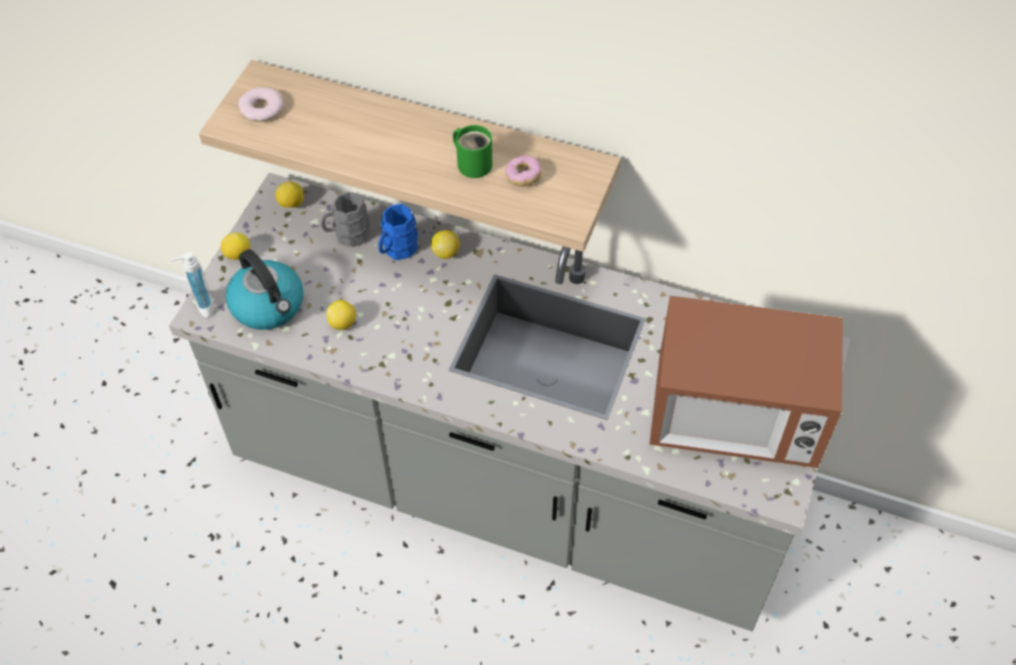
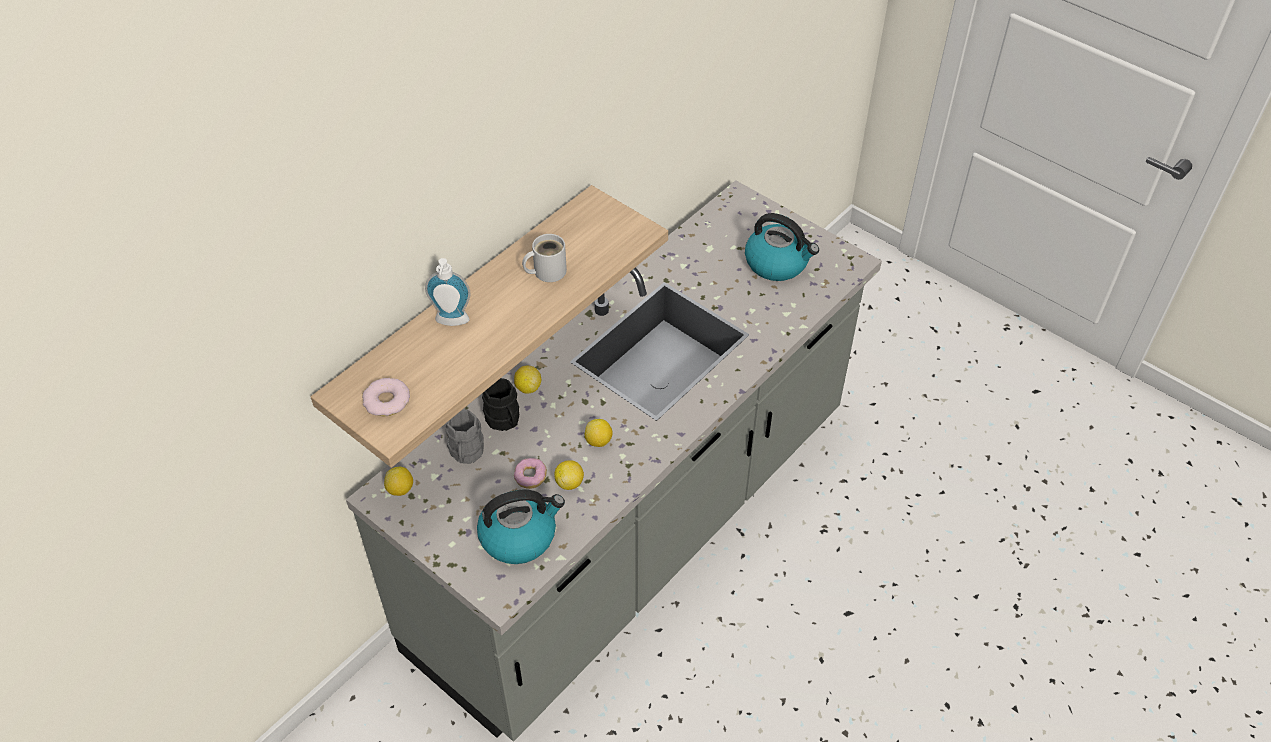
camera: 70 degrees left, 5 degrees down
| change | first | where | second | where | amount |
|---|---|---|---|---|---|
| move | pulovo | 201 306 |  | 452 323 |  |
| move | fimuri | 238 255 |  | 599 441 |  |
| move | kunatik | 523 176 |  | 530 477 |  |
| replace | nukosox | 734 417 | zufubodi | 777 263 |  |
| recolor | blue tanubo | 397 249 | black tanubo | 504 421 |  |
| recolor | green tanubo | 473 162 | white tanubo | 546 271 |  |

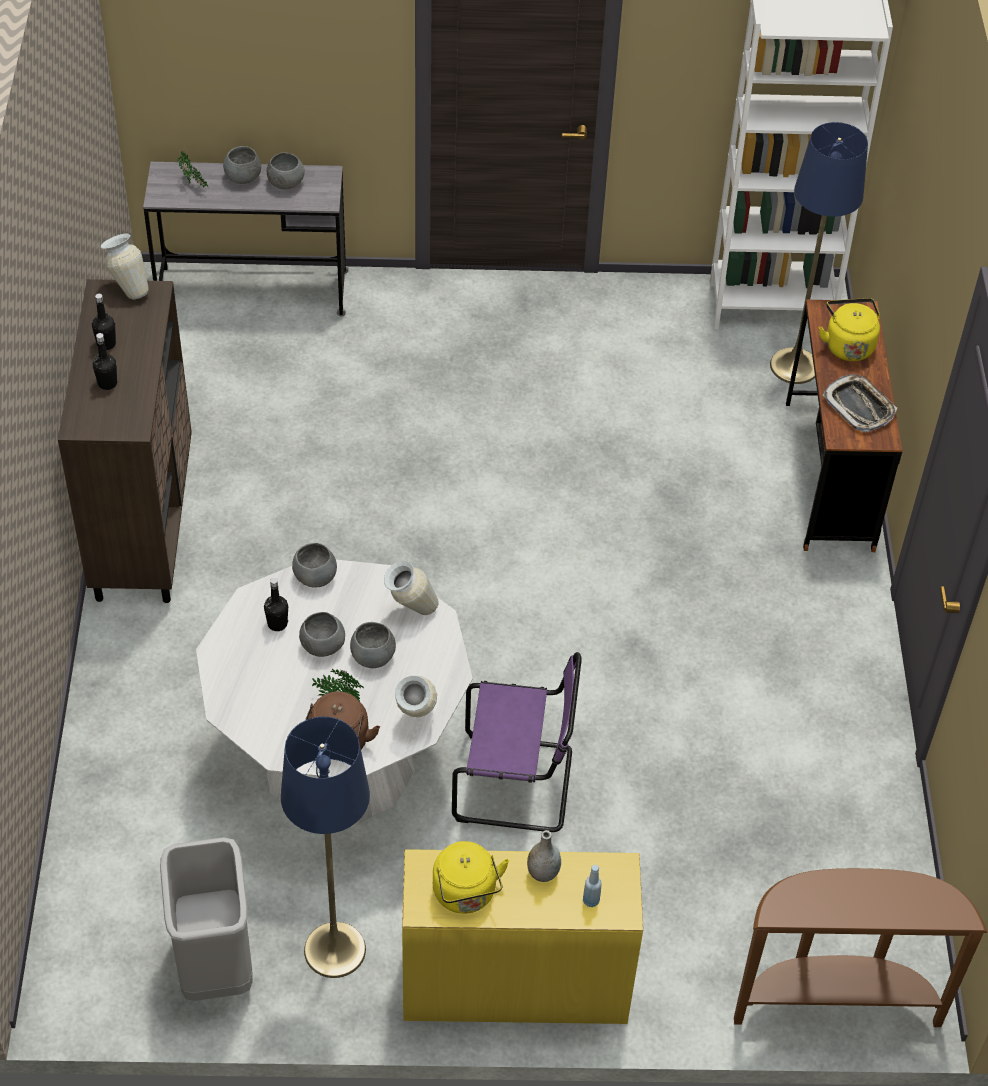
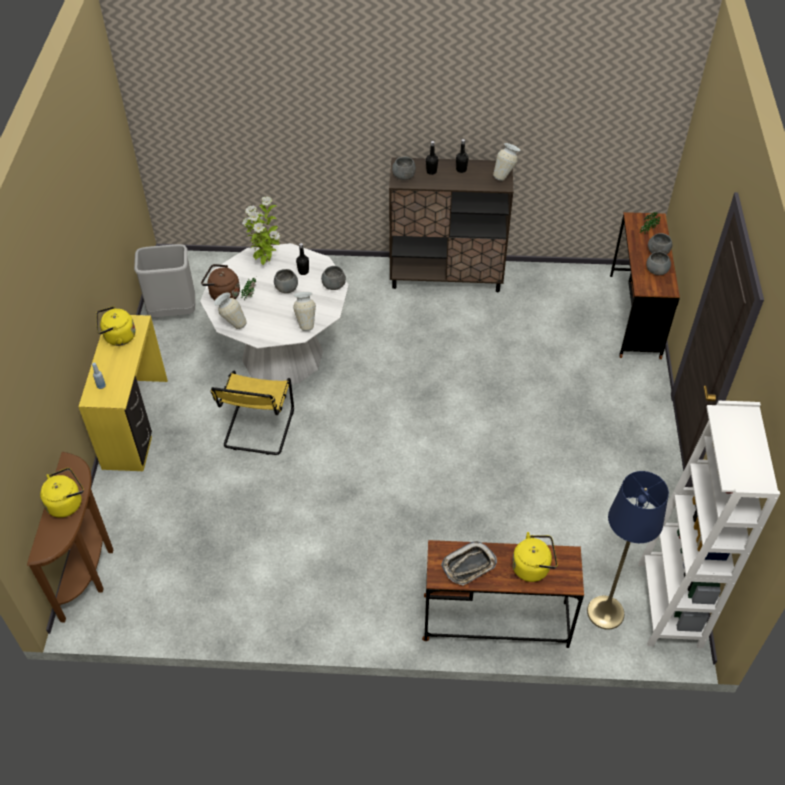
camera: 95 degrees right, 0 degrees up
| change | first | where | second | where | amount |
|---|---|---|---|---|---|
| delete | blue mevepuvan | 335 950 |  |  |  |
| delete | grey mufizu | 543 873 |  |  |  |
| insert |  |  | yellow zufubodi | 67 503 |  |
| insert |  |  | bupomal | 265 262 |  |
| move | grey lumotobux | 373 656 |  | 404 176 |  |
| recolor | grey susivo | 253 291 | brown susivo | 635 316 |  |
| recolor | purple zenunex | 518 784 | yellow zenunex | 258 430 |  |

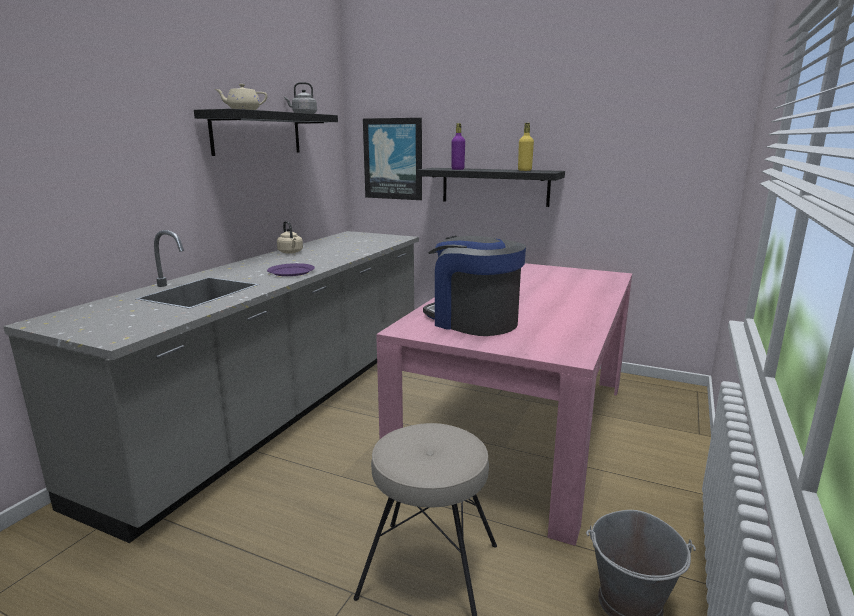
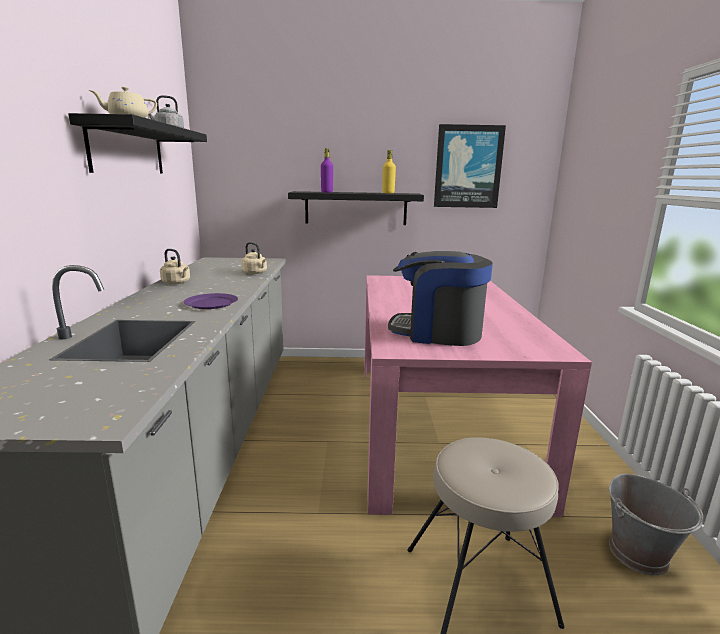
camera: 25 degrees left, 0 degrees up
| change | first | where | second | where | amount |
|---|---|---|---|---|---|
| insert |  |  | beige zufubodi | 255 273 |  |
| move | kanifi | 393 159 |  | 468 167 |  |

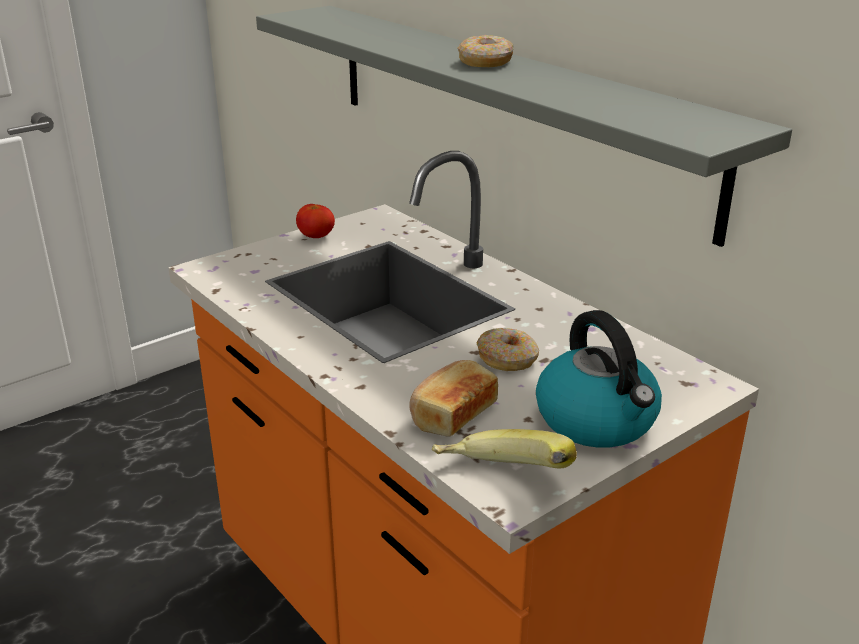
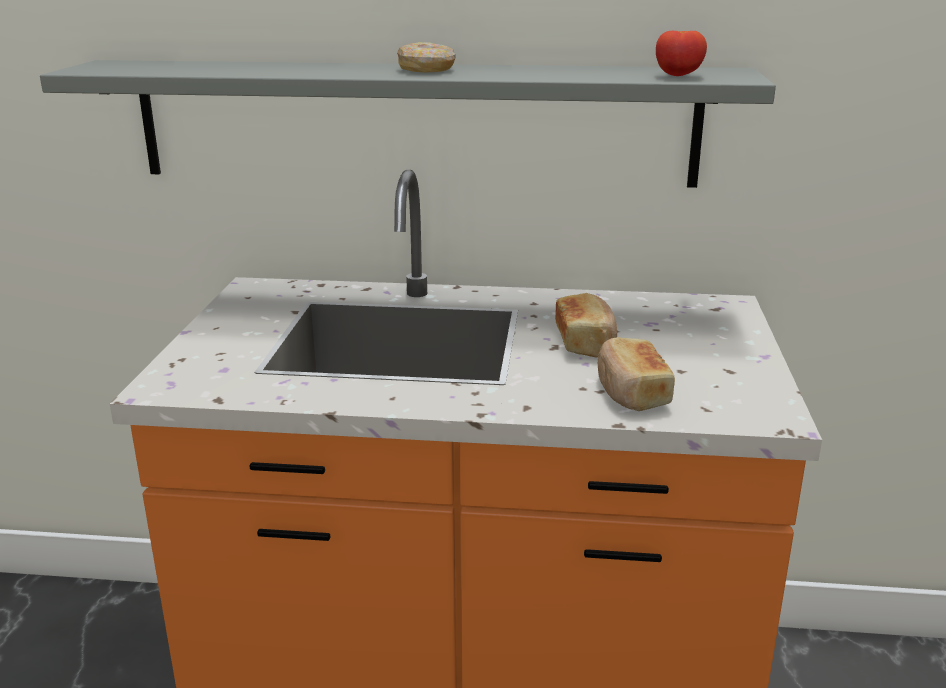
camera: 45 degrees left, 5 degrees down
| change | first | where | second | where | amount |
|---|---|---|---|---|---|
| delete | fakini | 500 482 |  |  |  |
| delete | zufubodi | 597 421 |  |  |  |
| move | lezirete | 316 237 |  | 678 76 |  |
| replace | kunatik | 508 358 | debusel | 586 342 |  |

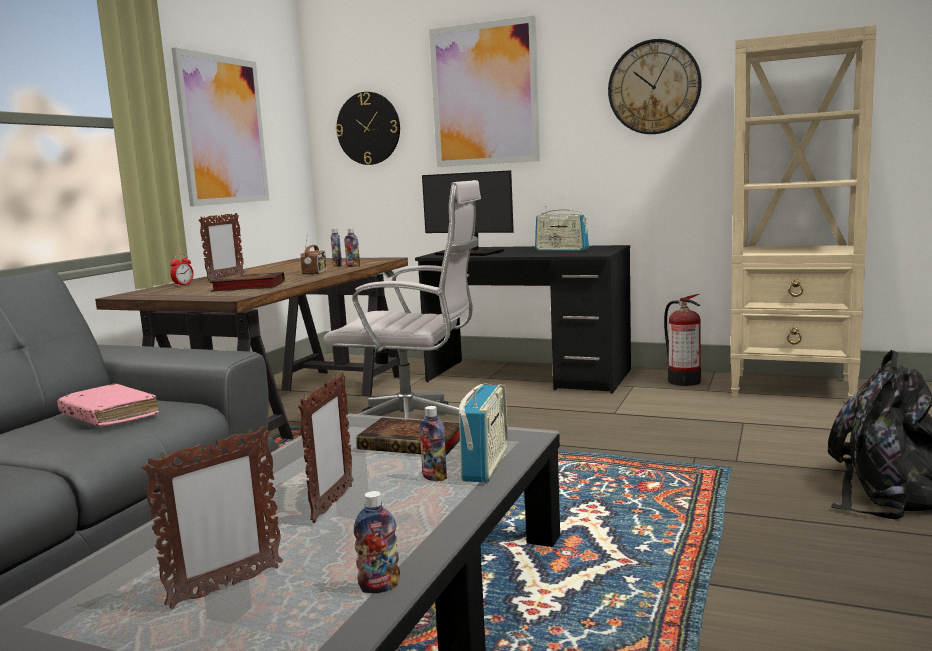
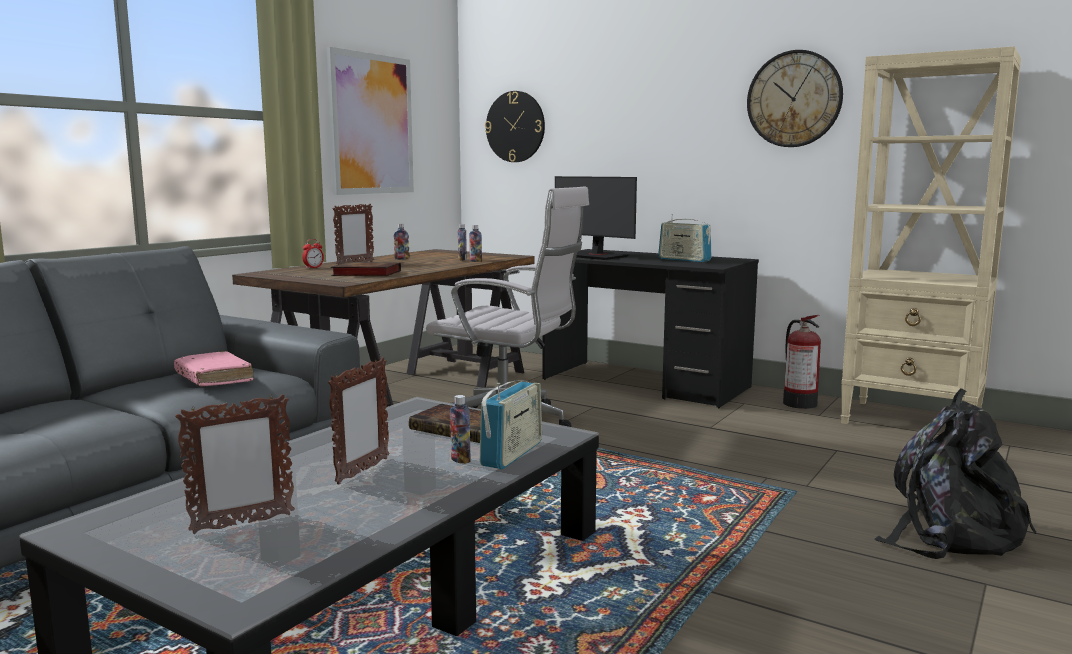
camera: 10 degrees right, 0 degrees up
| change | first | where | second | where | amount |
|---|---|---|---|---|---|
| delete | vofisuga | 315 273 |  |  |  |
| delete | kanifi | 484 94 |  |  |  |
| move | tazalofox | 379 586 |  | 401 259 |  |

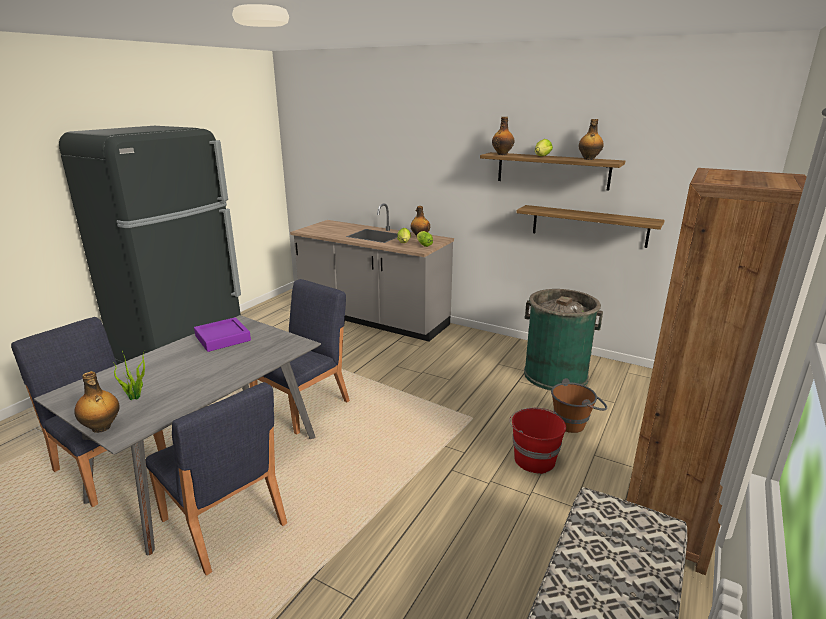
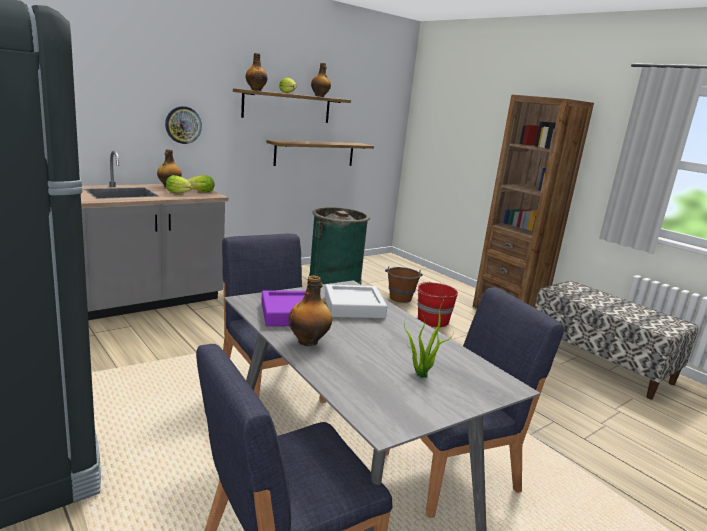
camera: 70 degrees left, 5 degrees down
| change | first | where | second | where | amount |
|---|---|---|---|---|---|
| insert |  |  | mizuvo | 183 125 |  |
| insert |  |  | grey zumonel | 354 307 |  |
| move | tazalofox | 102 427 |  | 308 341 |  |

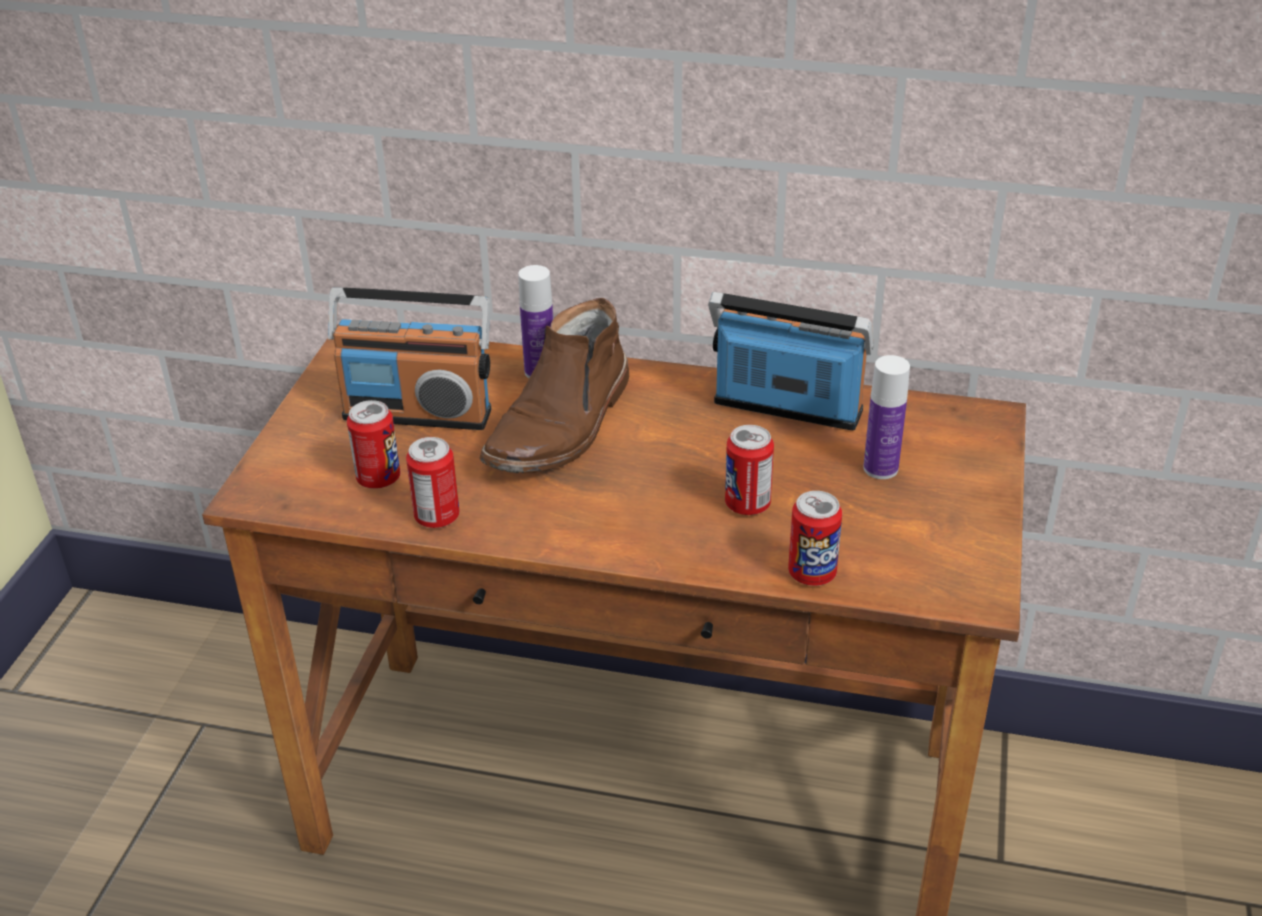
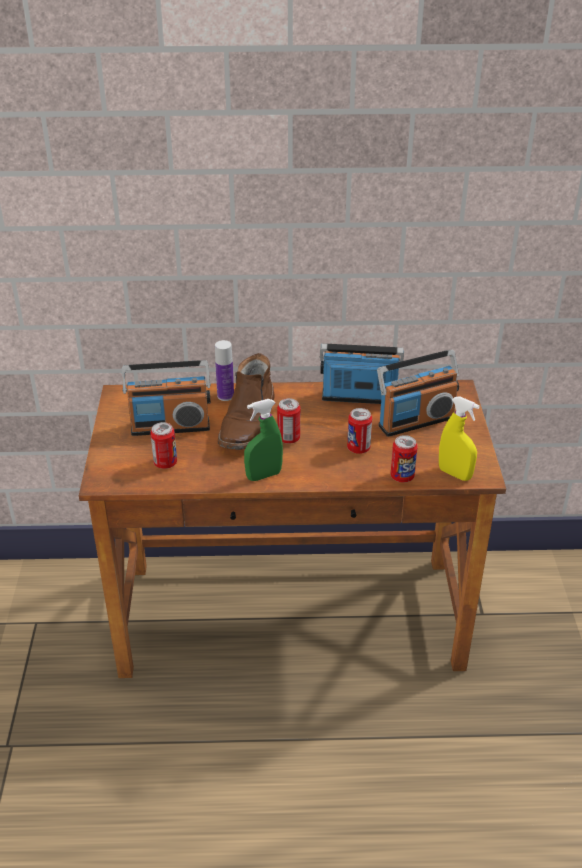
camera: 15 degrees left, 0 degrees up
| change | first | where | second | where | amount |
|---|---|---|---|---|---|
| insert |  |  | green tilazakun | 264 475 |  |
| insert |  |  | yellow tilazakun | 454 474 |  |
| move | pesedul | 437 517 |  | 288 438 |  |
| replace | tazalofox | 880 468 | vofisuga | 415 421 |  |

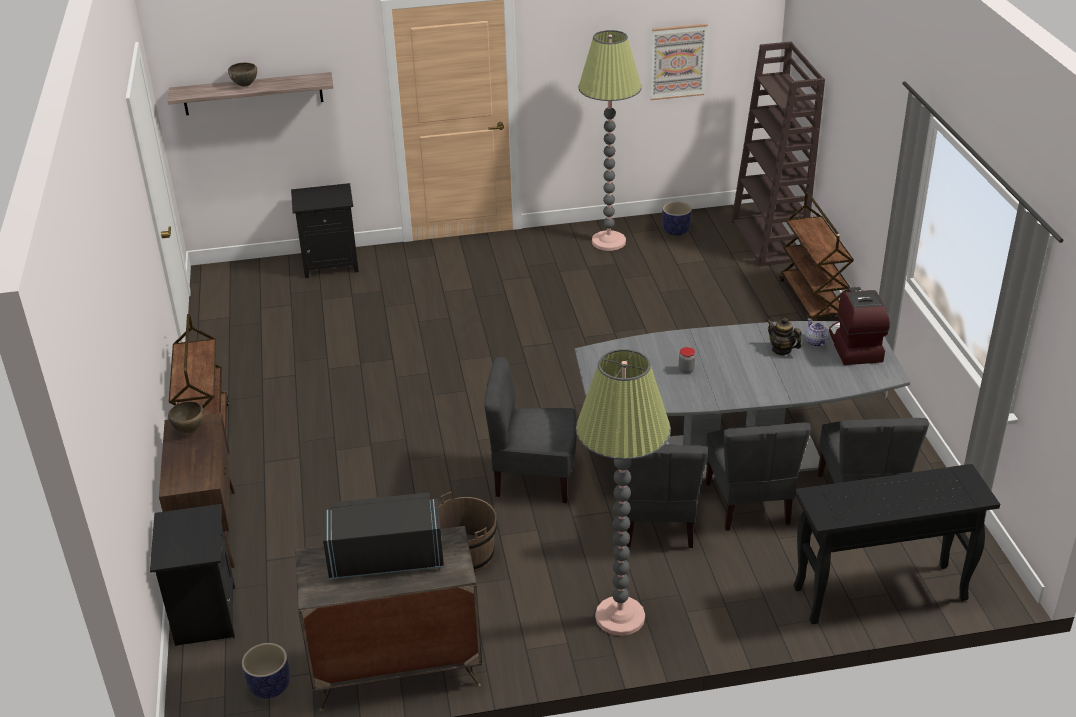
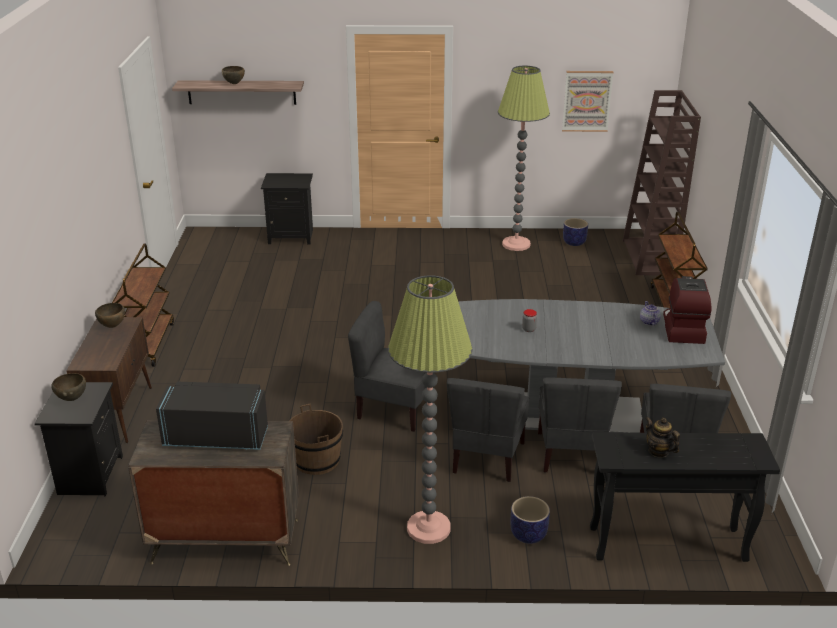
camera: 10 degrees right, 5 degrees down
| change | first | where | second | where | amount |
|---|---|---|---|---|---|
| insert |  |  | brown lumotobux | 72 399 |  |
| move | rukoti | 269 687 |  | 528 534 |  |
| move | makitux | 781 350 |  | 659 451 |  |

